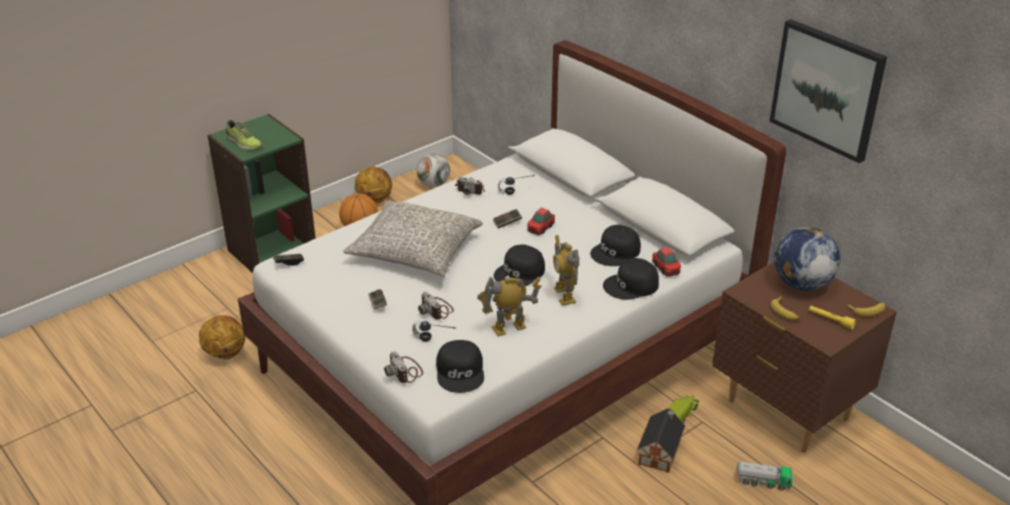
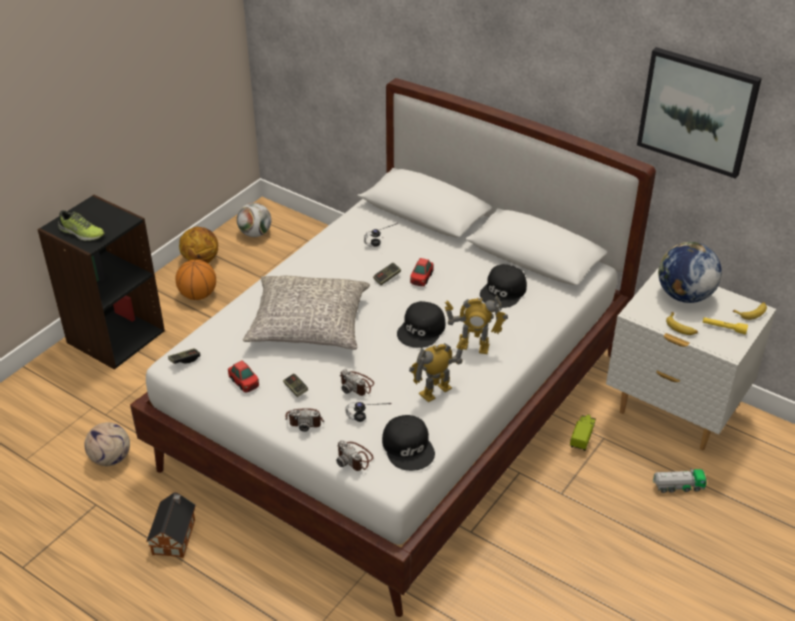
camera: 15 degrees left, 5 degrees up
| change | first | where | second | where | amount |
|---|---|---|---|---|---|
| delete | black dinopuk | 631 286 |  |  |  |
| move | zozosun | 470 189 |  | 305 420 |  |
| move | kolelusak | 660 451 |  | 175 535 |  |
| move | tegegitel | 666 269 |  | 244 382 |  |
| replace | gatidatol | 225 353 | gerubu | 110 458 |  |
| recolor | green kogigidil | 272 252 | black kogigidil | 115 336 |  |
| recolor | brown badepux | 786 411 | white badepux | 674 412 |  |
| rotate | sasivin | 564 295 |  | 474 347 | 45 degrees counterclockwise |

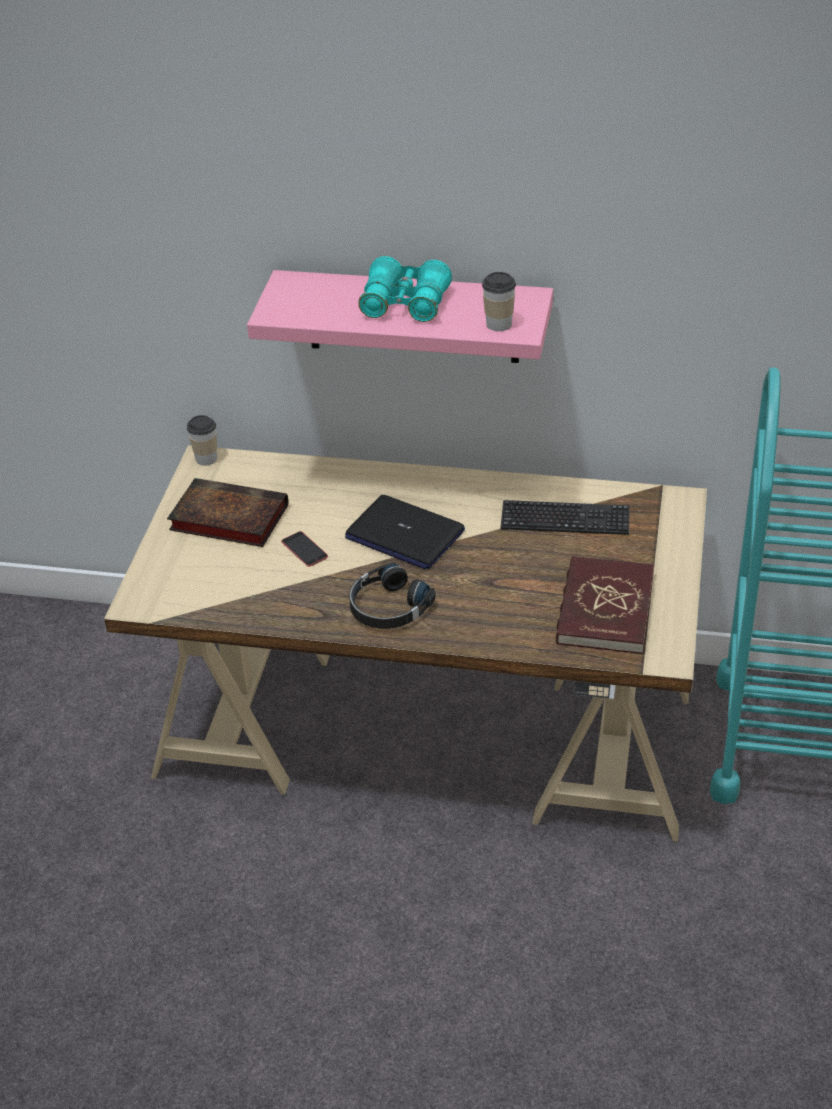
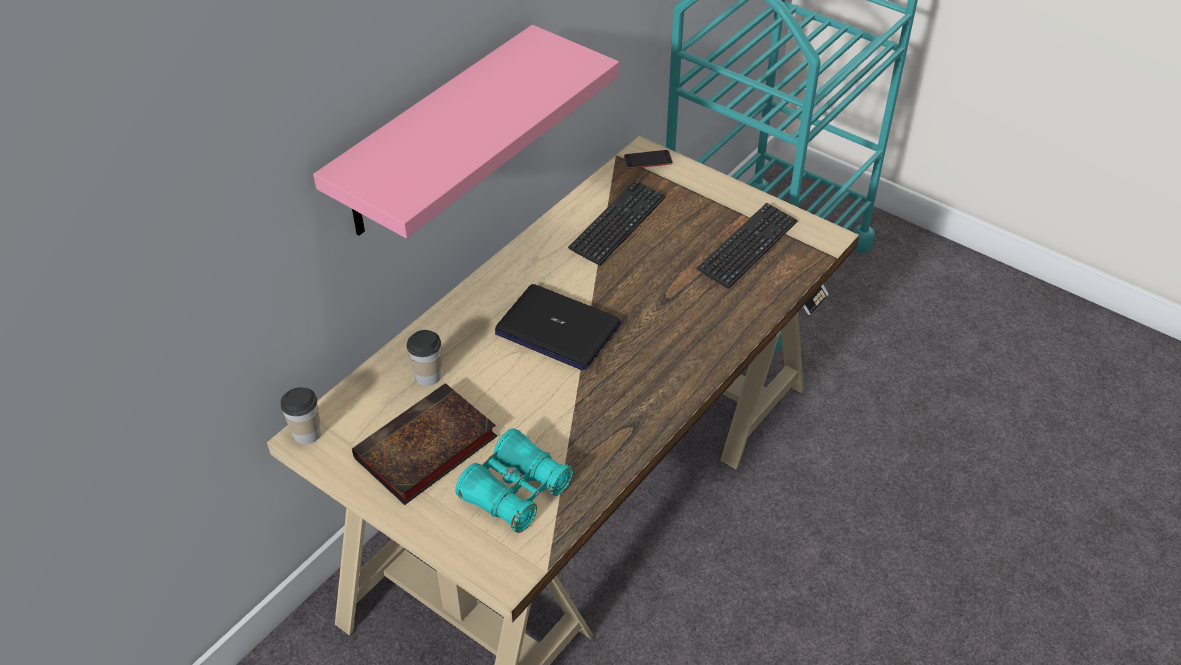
camera: 65 degrees left, 5 degrees up
| change | first | where | second | where | amount |
|---|---|---|---|---|---|
| delete | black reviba | 388 607 |  |  |  |
| move | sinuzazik | 304 549 |  | 648 160 |  |
| move | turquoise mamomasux | 405 304 |  | 515 491 |  |
| move | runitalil | 499 324 |  | 428 376 |  |
| replace | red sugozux | 604 609 | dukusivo | 747 247 |  |
| rotate | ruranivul | 404 534 |  | 557 329 | 60 degrees clockwise |

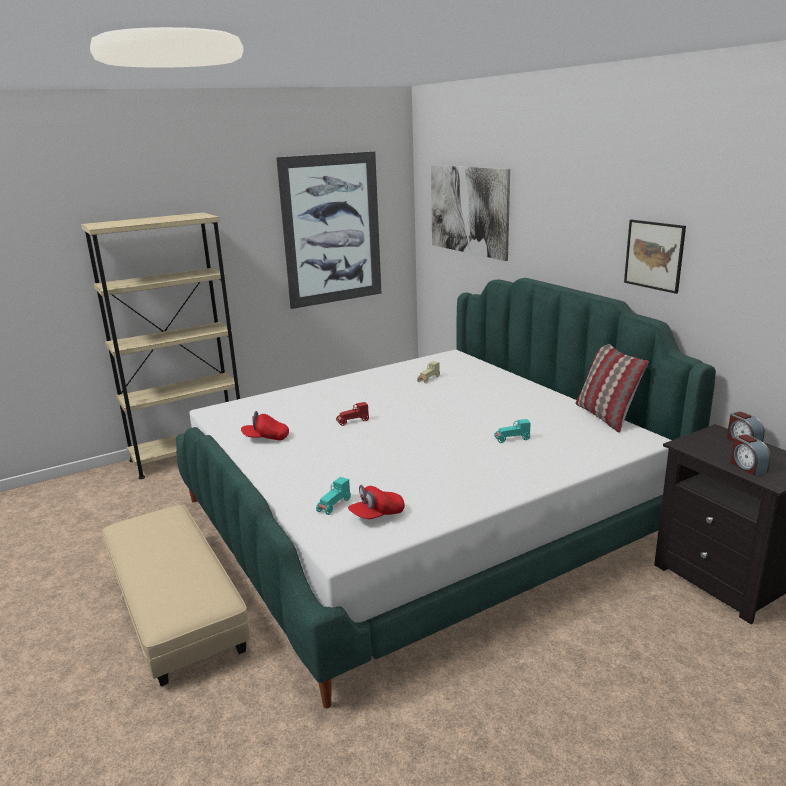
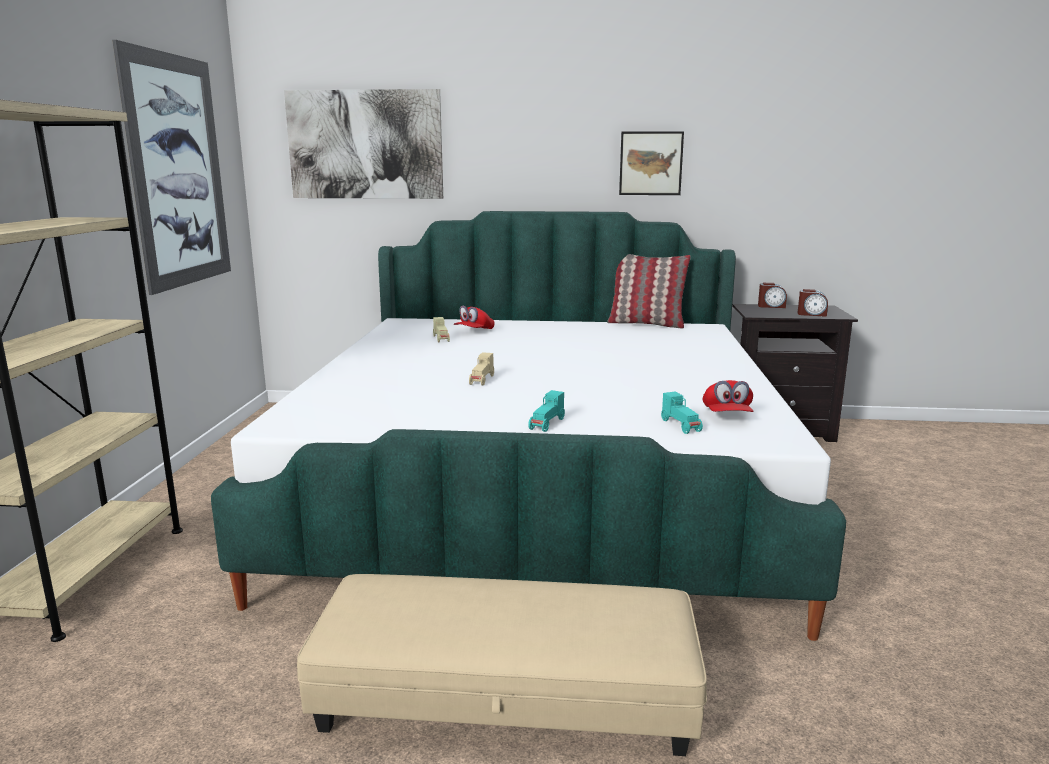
camera: 55 degrees left, 5 degrees down
| change | first | where | second | where | amount |
|---|---|---|---|---|---|
| move | red dinopuk | 266 438 |  | 474 331 |  |
| move | turquoise tegegitel | 512 439 |  | 547 424 |  |
| recolor | red tegegitel | 352 422 | beige tegegitel | 482 380 |  |

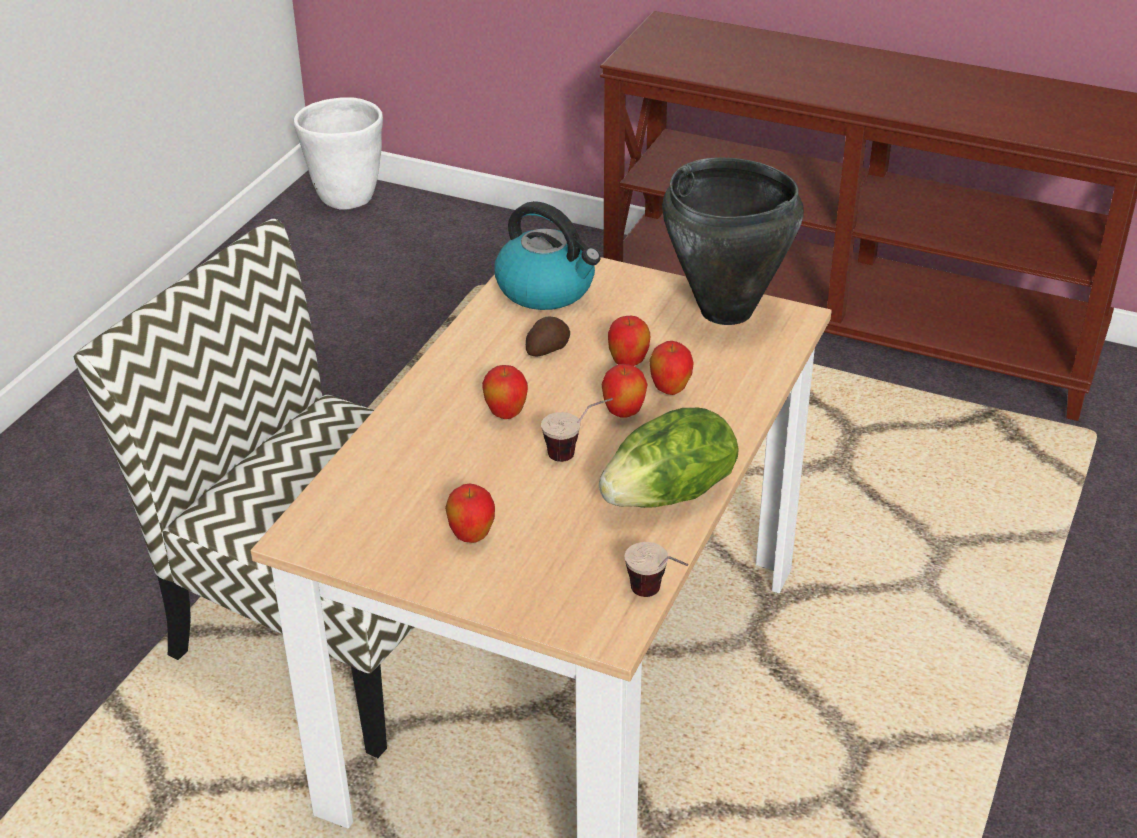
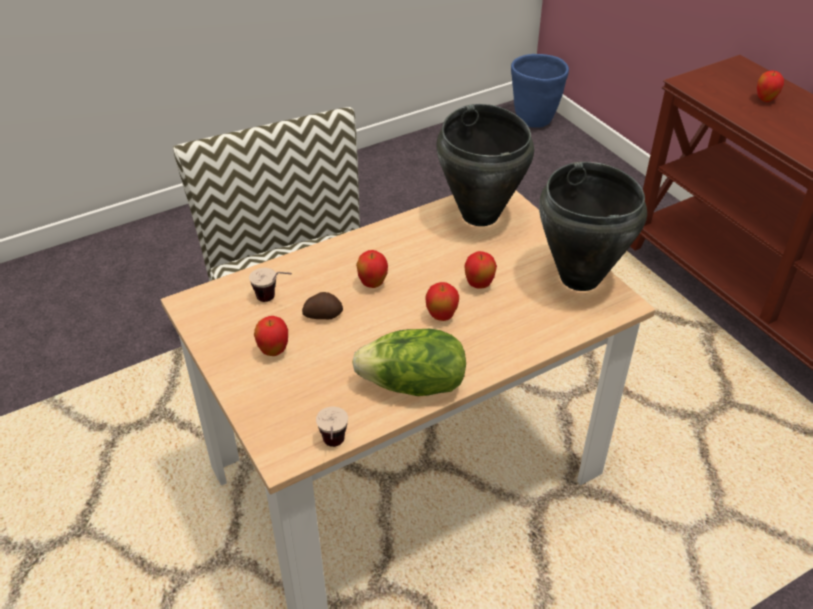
camera: 35 degrees right, 5 degrees up
| change | first | where | second | where | amount |
|---|---|---|---|---|---|
| move | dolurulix | 546 348 |  | 323 314 |  |
| move | runitalil | 577 453 |  | 274 300 |  |
| move | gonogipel | 670 390 |  | 765 100 |  |
| replace | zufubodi | 547 289 | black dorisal | 480 214 |  |
| recolor | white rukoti | 346 198 | blue rukoti | 533 120 |  |

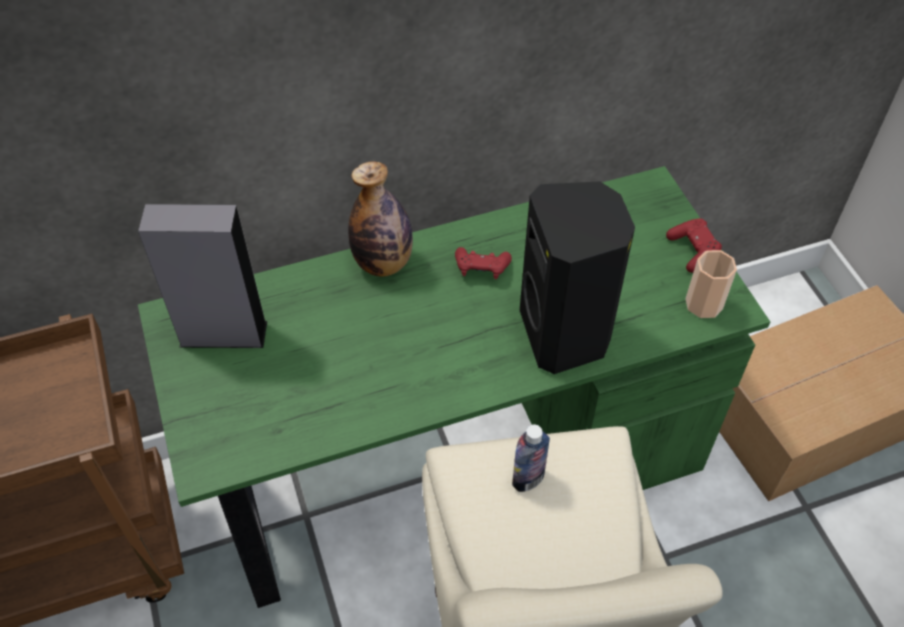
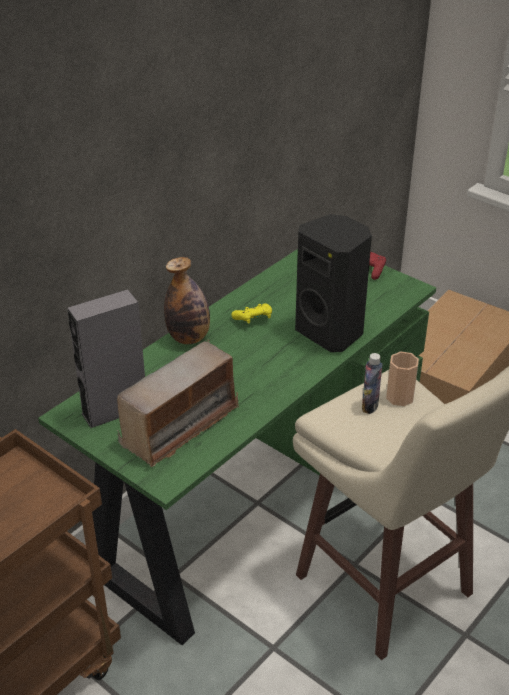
camera: 30 degrees left, 15 degrees down
| change | first | where | second | where | amount |
|---|---|---|---|---|---|
| insert |  |  | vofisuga | 180 426 |  |
| move | runitalil | 704 304 |  | 400 397 |  |
| recolor | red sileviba | 481 270 | yellow sileviba | 253 320 |  |

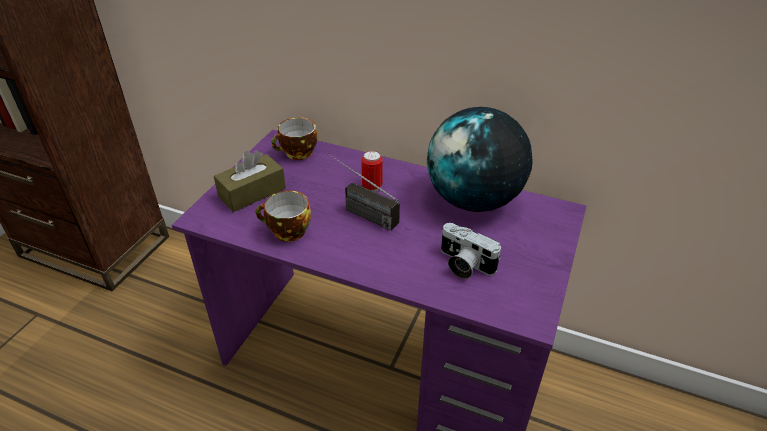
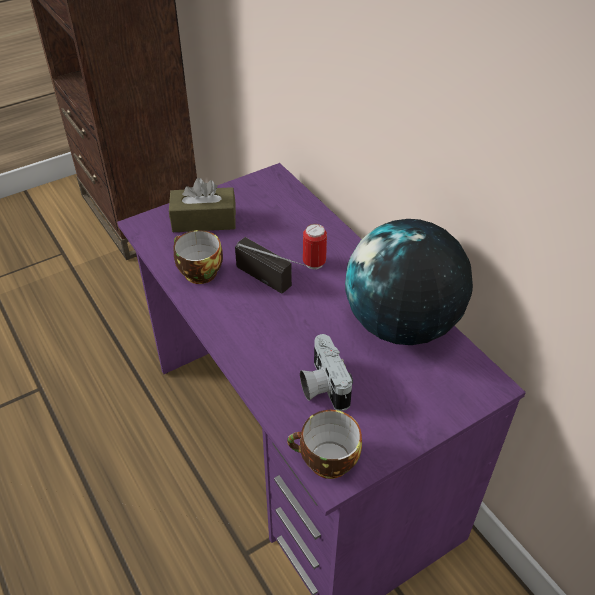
camera: 35 degrees right, 5 degrees up
| change | first | where | second | where | amount |
|---|---|---|---|---|---|
| move | runitalil | 297 153 |  | 326 462 |  |
| rotate | vofisuga | 359 212 |  | 277 283 | 150 degrees clockwise |

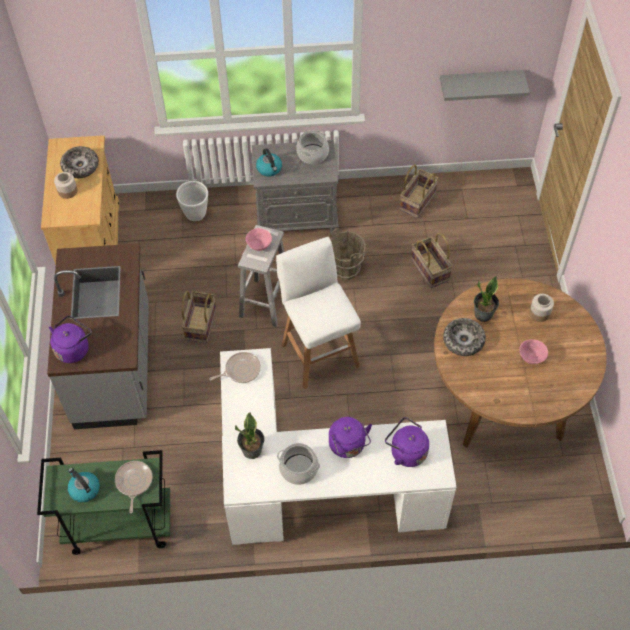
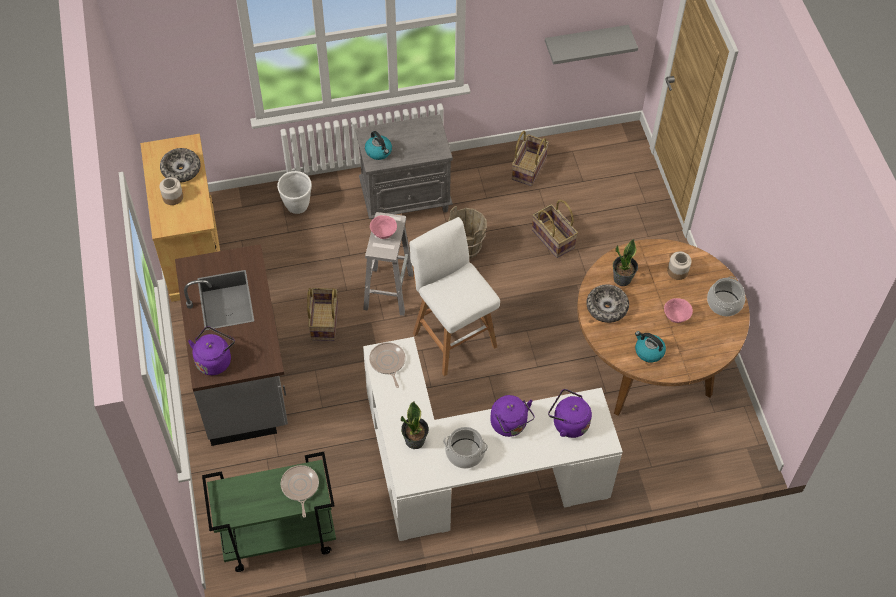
camera: 10 degrees left, 0 degrees up
| change | first | where | second | where | amount |
|---|---|---|---|---|---|
| move | zufubodi | 84 489 |  | 648 351 |  |
| move | dorisal | 312 154 |  | 724 303 |  |
| rotate | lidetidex | 241 370 |  | 387 362 | 75 degrees counterclockwise |

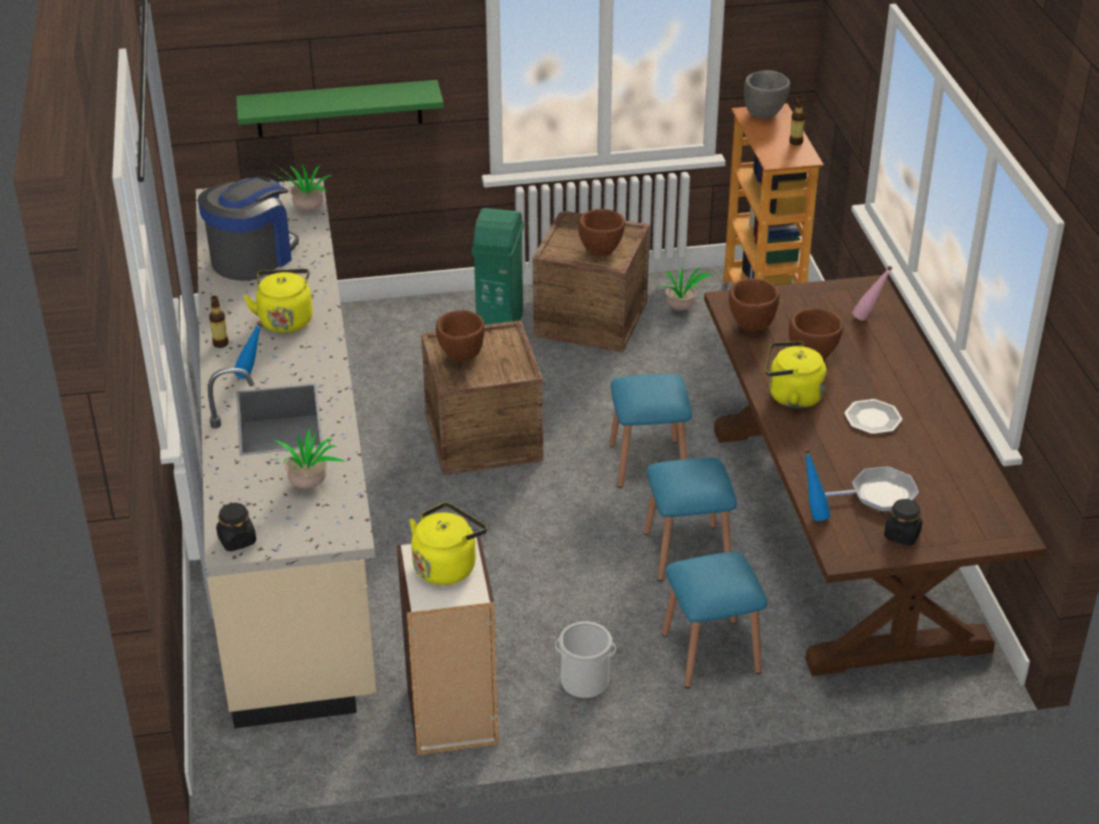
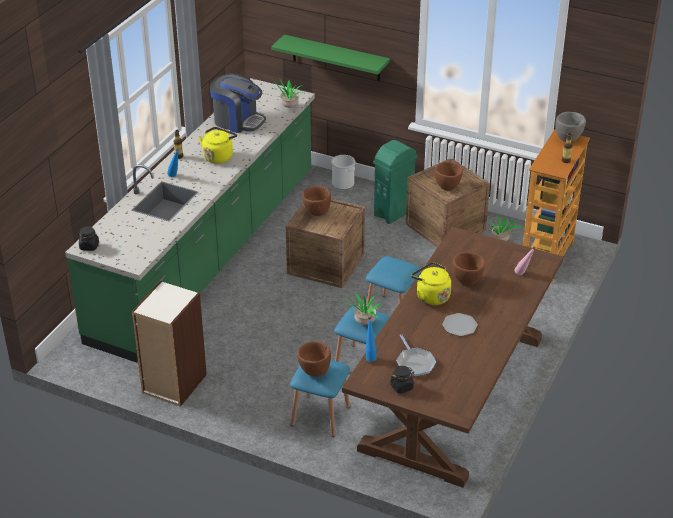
camera: 35 degrees right, 0 degrees up
| change | first | where | second | where | amount |
|---|---|---|---|---|---|
| delete | yellow zufubodi | 447 566 |  |  |  |
| move | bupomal | 307 487 |  | 363 323 |  |
| move | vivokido | 584 682 |  | 342 183 |  |
| move | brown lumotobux | 751 326 |  | 314 372 |  |
| recolor | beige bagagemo | 291 498 | green bagagemo | 207 254 |  |
| rotate | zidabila | 252 257 |  | 238 121 | 45 degrees clockwise |
| rotate | lidetidex | 879 495 |  | 414 363 | 45 degrees clockwise |

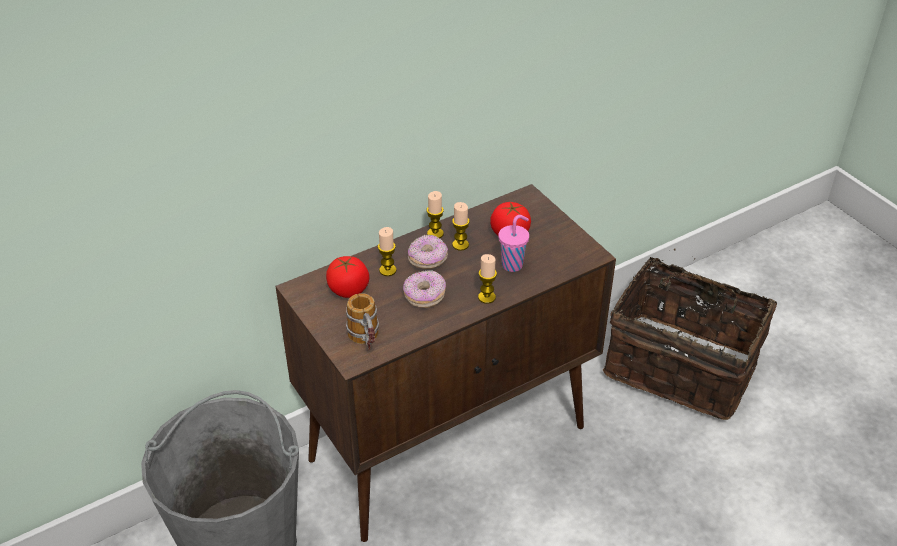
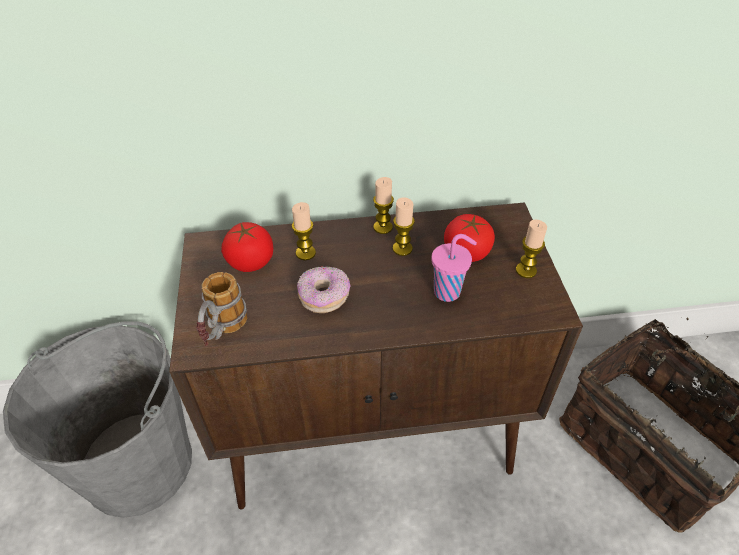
camera: 25 degrees right, 5 degrees up
| change | first | where | second | where | amount |
|---|---|---|---|---|---|
| delete | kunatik | 428 260 |  |  |  |
| move | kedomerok | 486 297 |  | 526 270 |  |

